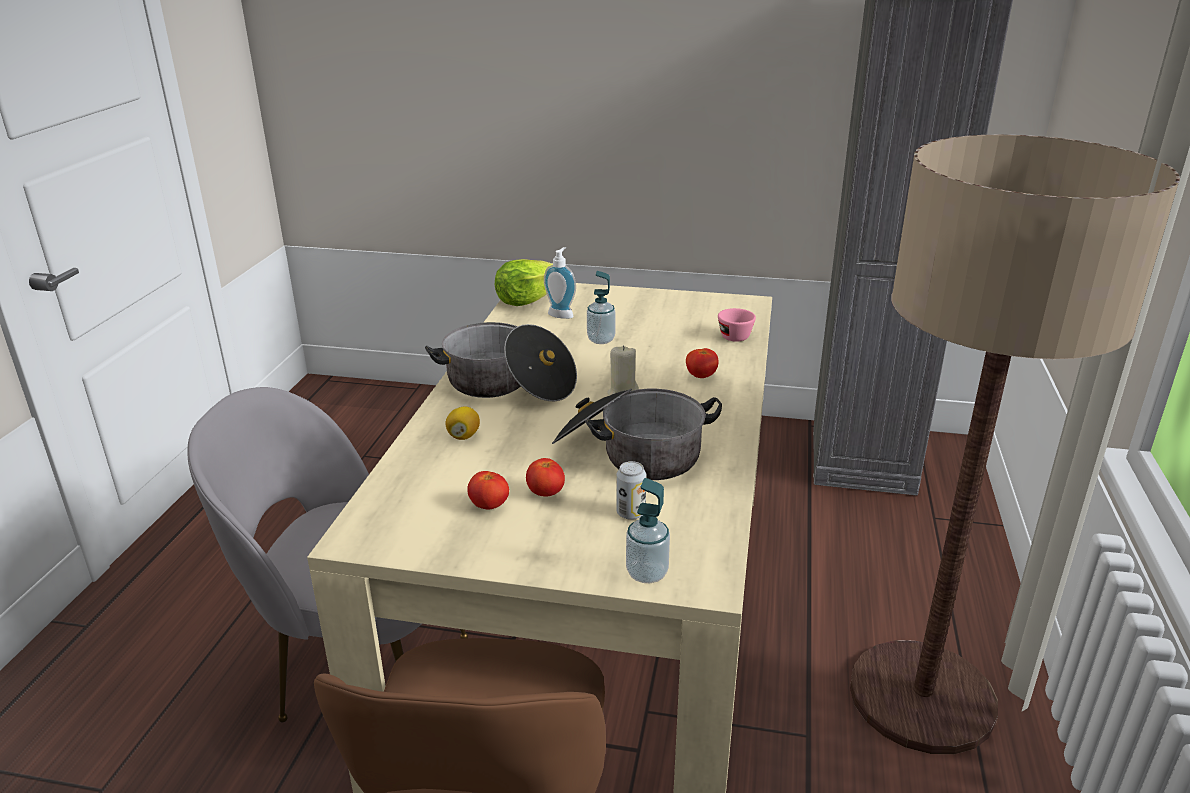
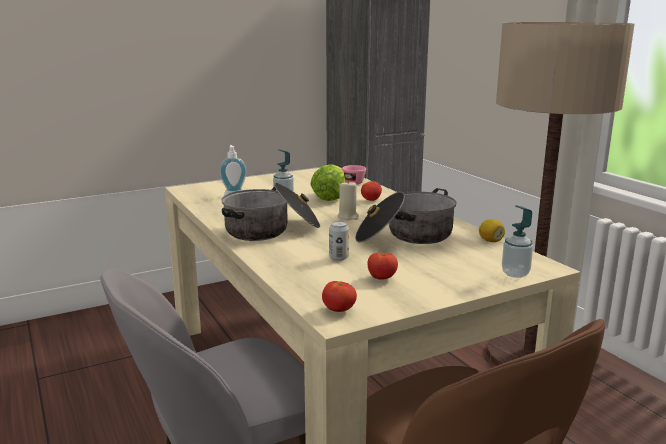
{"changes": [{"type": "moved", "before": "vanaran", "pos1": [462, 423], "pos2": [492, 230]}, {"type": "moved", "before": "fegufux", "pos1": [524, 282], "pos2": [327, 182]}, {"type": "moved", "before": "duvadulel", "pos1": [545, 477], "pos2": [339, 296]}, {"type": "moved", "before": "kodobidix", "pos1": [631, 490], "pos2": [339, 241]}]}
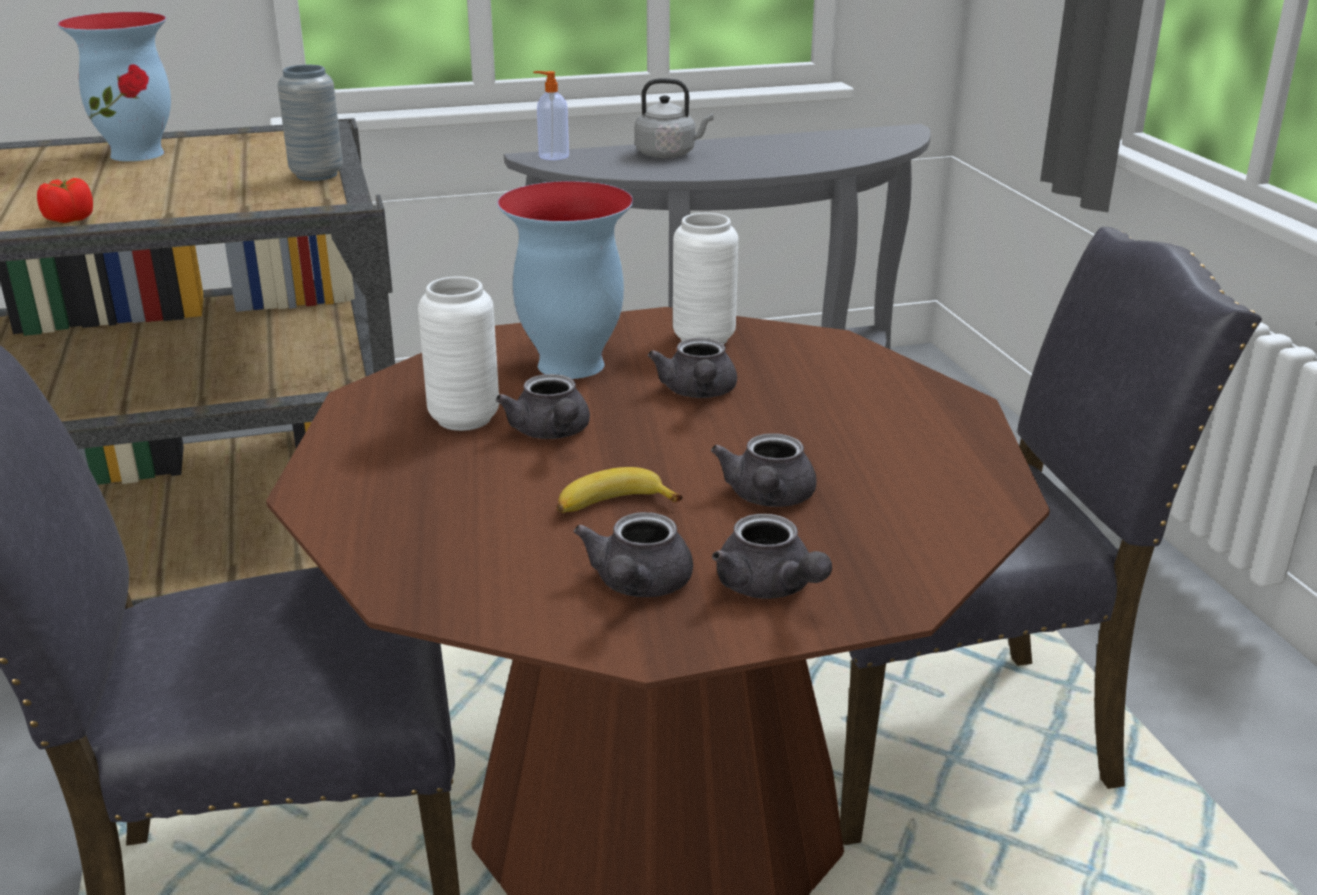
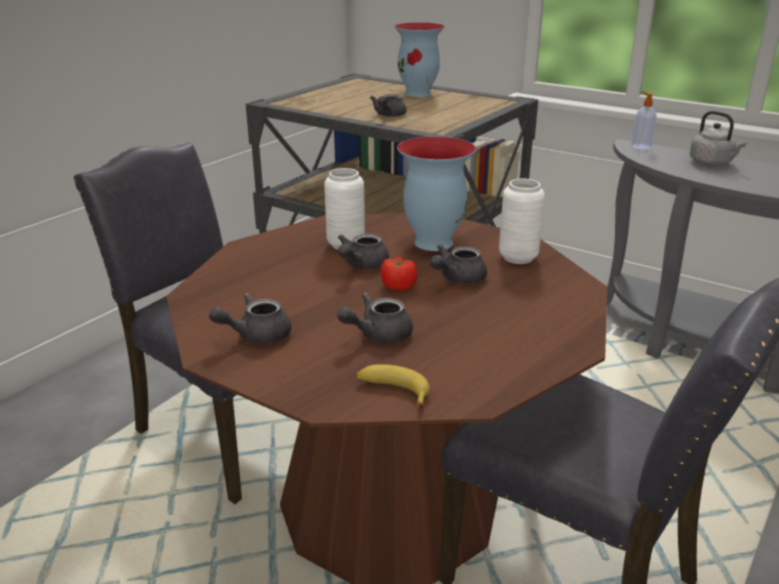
{"changes": [{"type": "removed", "before": "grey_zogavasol", "pos1": [310, 123]}, {"type": "moved", "before": "duvadulel", "pos1": [65, 200], "pos2": [398, 274]}, {"type": "moved", "before": "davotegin", "pos1": [619, 490], "pos2": [393, 386]}, {"type": "moved", "before": "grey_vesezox", "pos1": [772, 556], "pos2": [388, 105]}]}
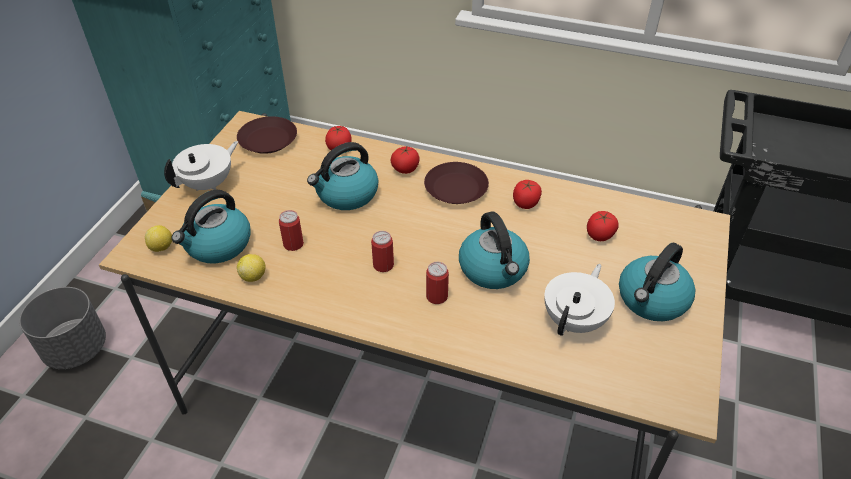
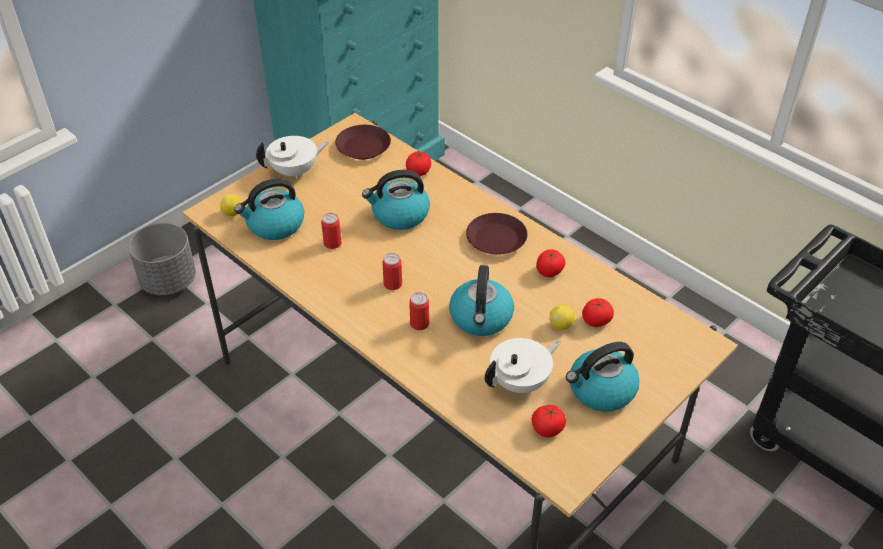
{"changes": [{"type": "moved", "before": "vanaran", "pos1": [251, 268], "pos2": [562, 317]}, {"type": "moved", "before": "duvadulel", "pos1": [405, 160], "pos2": [549, 421]}]}
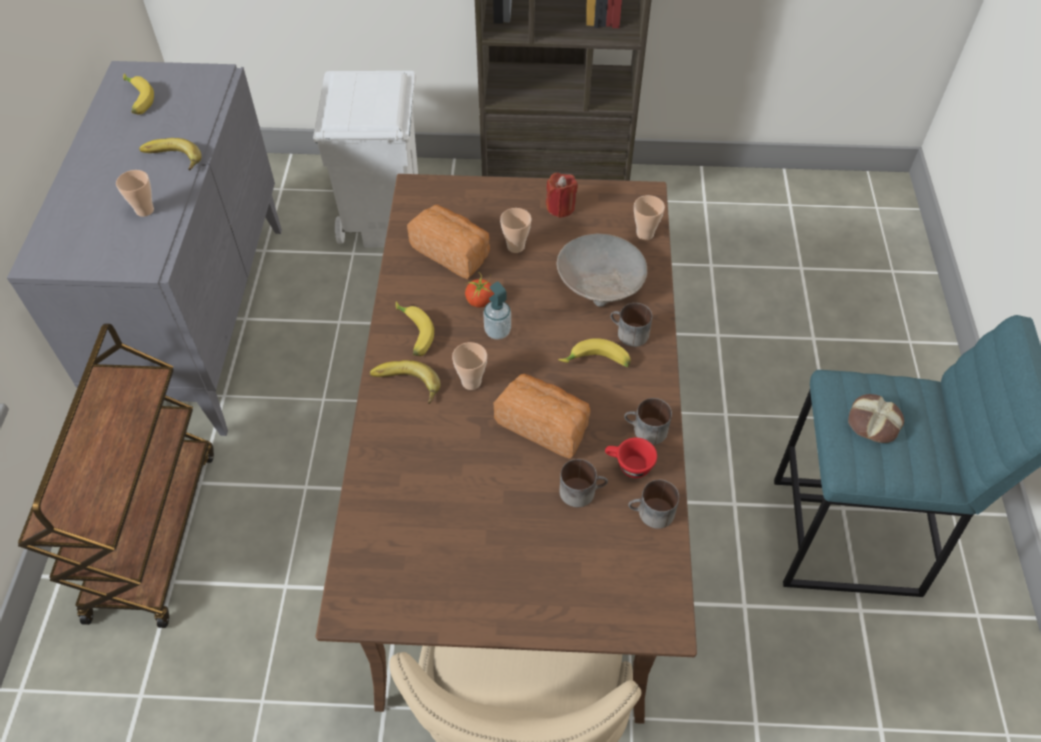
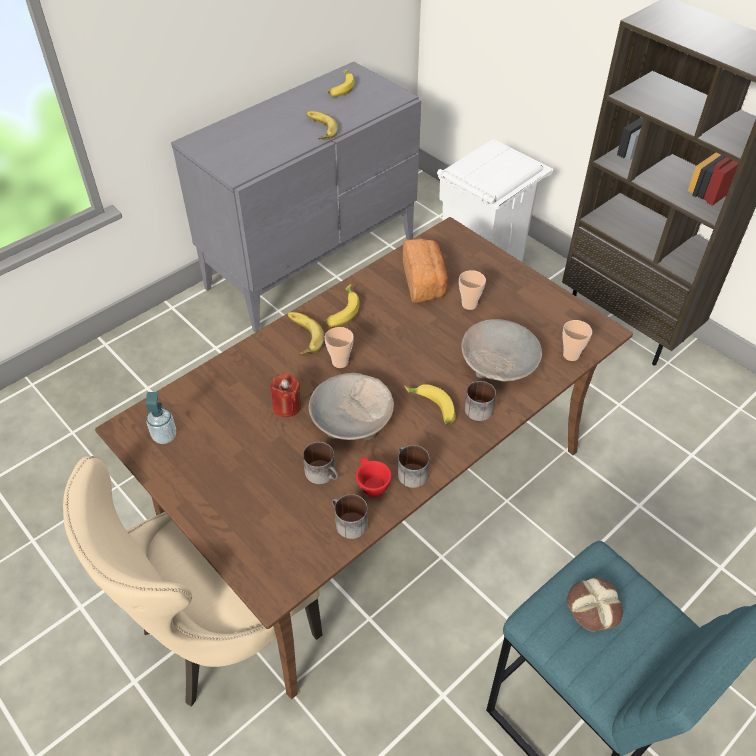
{"changes": [{"type": "removed", "before": "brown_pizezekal", "pos1": [116, 476]}, {"type": "removed", "before": "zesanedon", "pos1": [135, 193]}, {"type": "removed", "before": "duvadulel", "pos1": [479, 290]}, {"type": "moved", "before": "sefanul", "pos1": [497, 310], "pos2": [161, 418]}, {"type": "moved", "before": "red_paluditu", "pos1": [562, 195], "pos2": [285, 395]}, {"type": "replaced", "before": "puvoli", "after": "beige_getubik", "pos1": [542, 416], "pos2": [351, 406]}]}
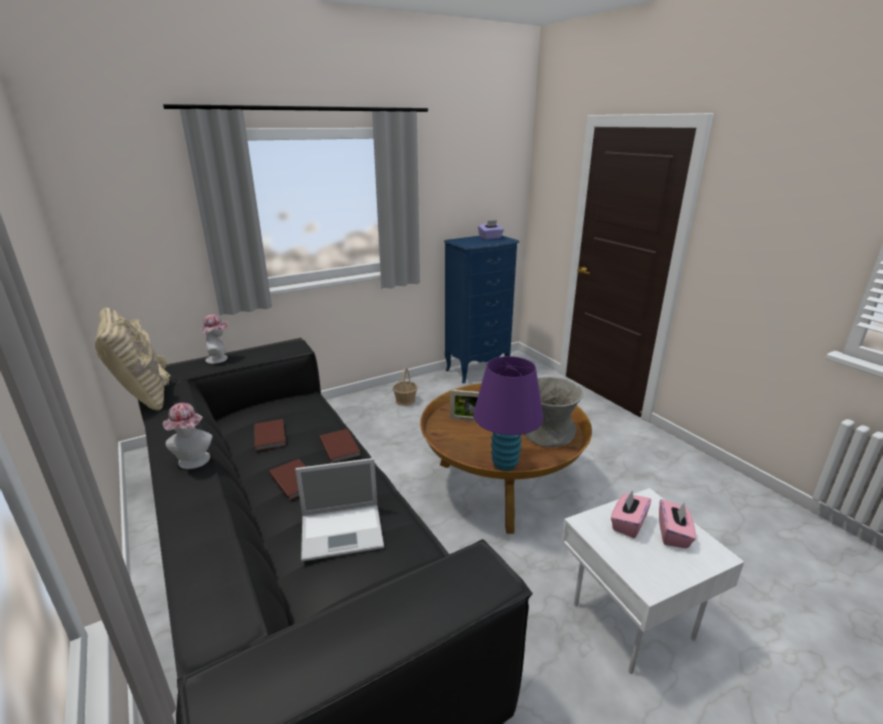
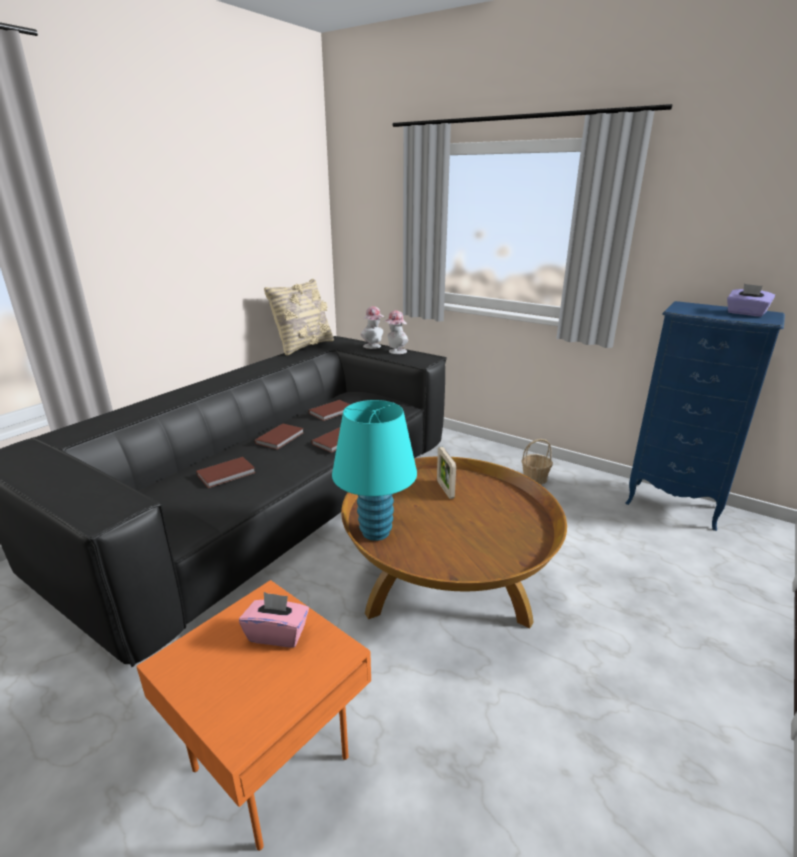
{"changes": [{"type": "removed", "before": "grey_zogavasol", "pos1": [553, 412]}, {"type": "removed", "before": "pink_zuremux", "pos1": [677, 524]}, {"type": "moved", "before": "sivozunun", "pos1": [188, 436], "pos2": [396, 332]}, {"type": "replaced", "before": "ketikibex", "after": "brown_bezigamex", "pos1": [339, 510], "pos2": [226, 472]}, {"type": "recoloured", "before": "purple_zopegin", "after": "turquoise_zopegin", "pos1": [508, 413], "pos2": [374, 470]}, {"type": "recoloured", "before": "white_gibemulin", "after": "orange_gibemulin", "pos1": [652, 581], "pos2": [254, 715]}]}
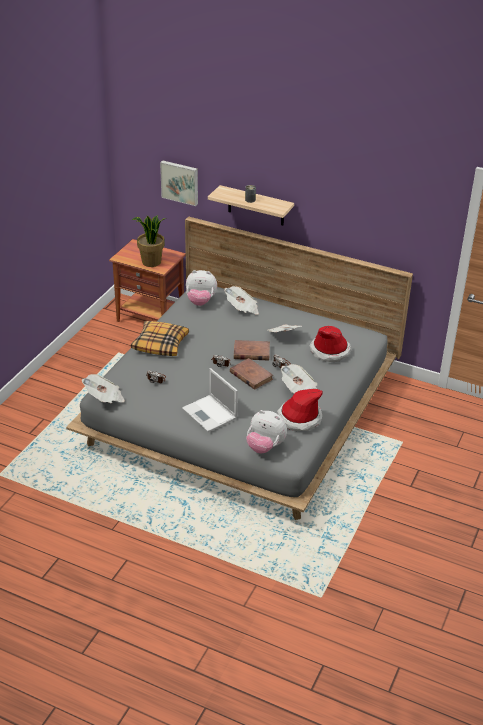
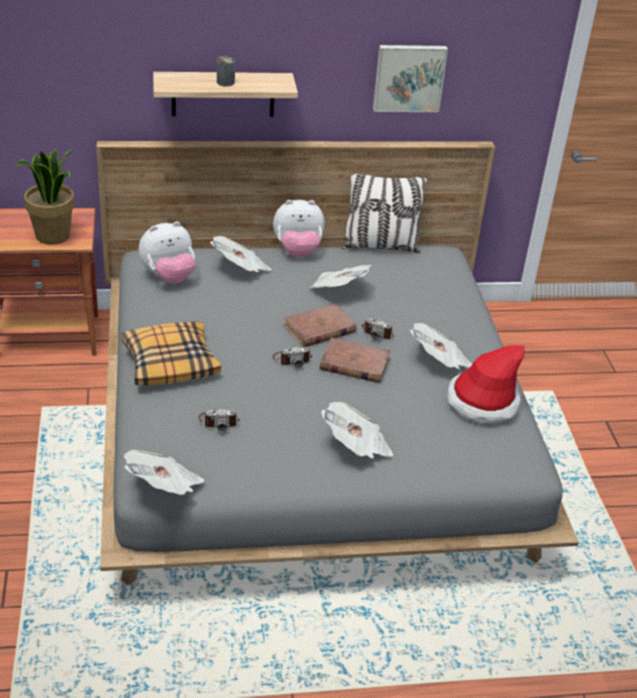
{"changes": [{"type": "removed", "before": "sivozunun", "pos1": [330, 344]}, {"type": "added", "after": "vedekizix", "pos2": [384, 213]}, {"type": "moved", "before": "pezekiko", "pos1": [179, 183], "pos2": [410, 78]}, {"type": "moved", "before": "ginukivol", "pos1": [266, 432], "pos2": [298, 228]}, {"type": "replaced", "before": "ketikibex", "after": "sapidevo", "pos1": [210, 400], "pos2": [357, 430]}]}
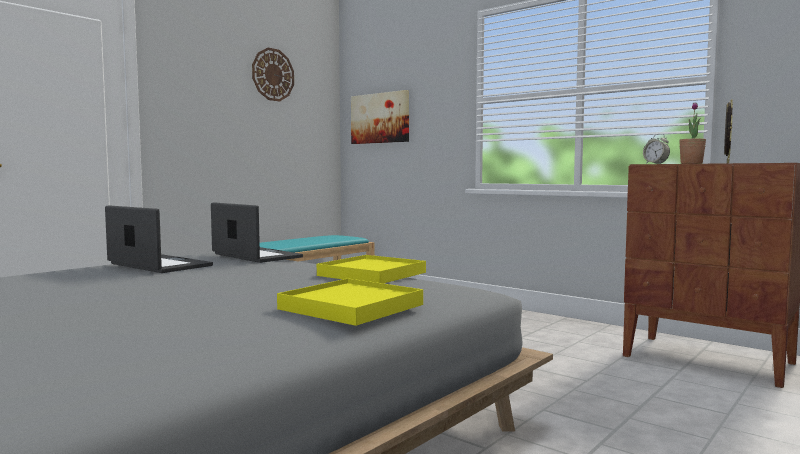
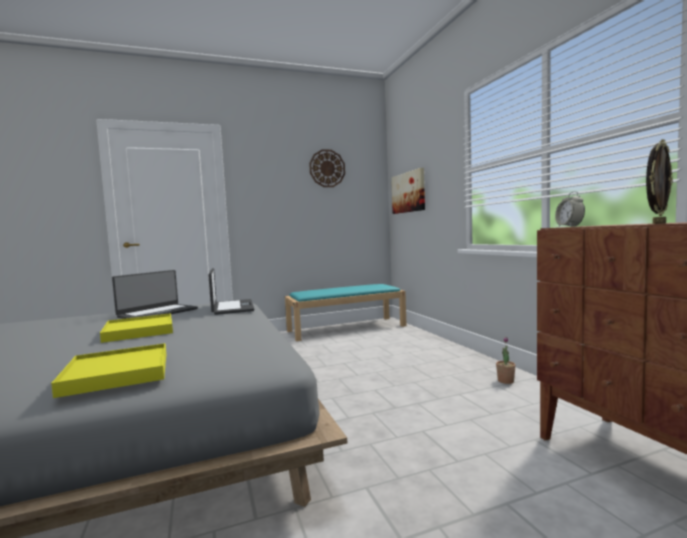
{"changes": [{"type": "moved", "before": "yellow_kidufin", "pos1": [371, 269], "pos2": [136, 328]}, {"type": "moved", "before": "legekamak", "pos1": [692, 133], "pos2": [506, 360]}, {"type": "turned", "before": "ketikibex", "pos1": [159, 239], "pos2": [155, 294], "turn": 60}]}
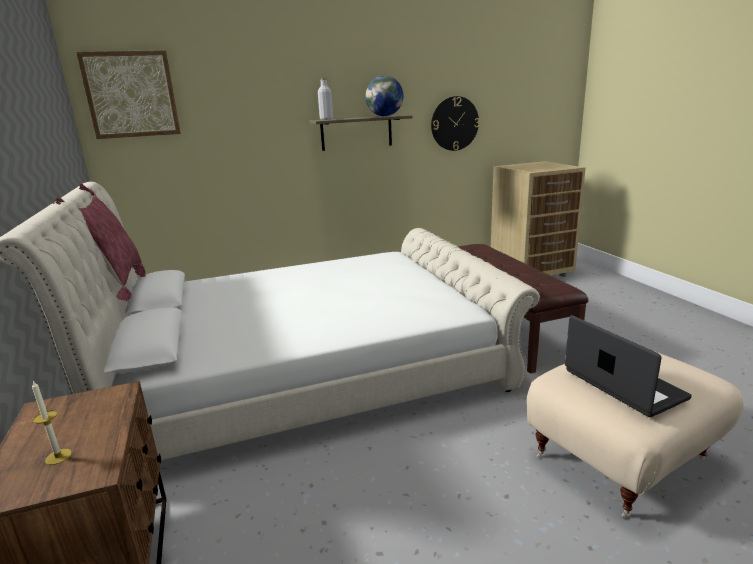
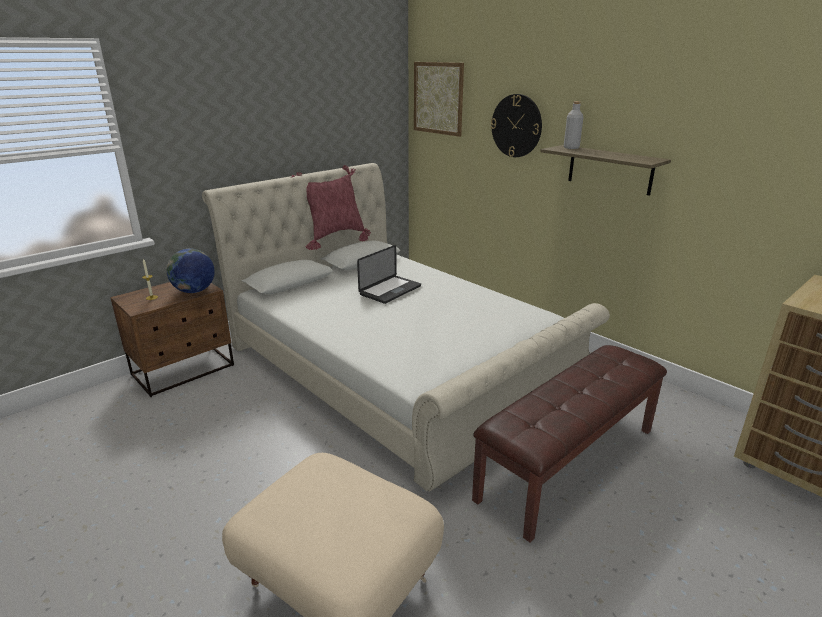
{"changes": [{"type": "moved", "before": "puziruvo", "pos1": [384, 96], "pos2": [191, 271]}, {"type": "moved", "before": "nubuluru", "pos1": [455, 123], "pos2": [516, 125]}, {"type": "moved", "before": "ketikibex", "pos1": [628, 366], "pos2": [389, 274]}]}
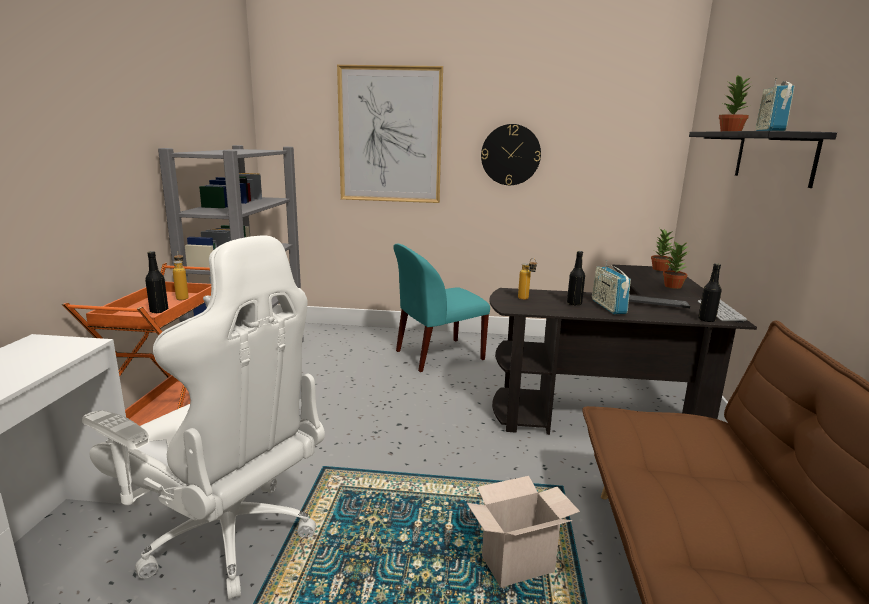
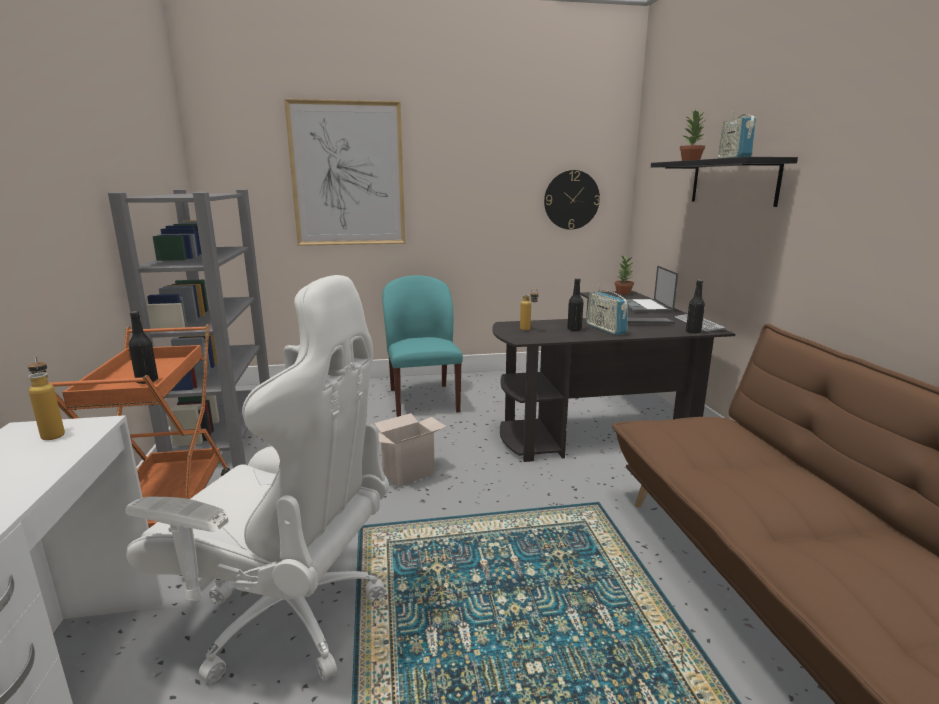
{"changes": [{"type": "moved", "before": "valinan", "pos1": [181, 275], "pos2": [46, 397]}, {"type": "moved", "before": "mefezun", "pos1": [523, 531], "pos2": [410, 450]}, {"type": "moved", "before": "nubuluru", "pos1": [511, 154], "pos2": [572, 200]}, {"type": "replaced", "before": "legekamak", "after": "ketikibex", "pos1": [675, 265], "pos2": [652, 289]}, {"type": "turned", "before": "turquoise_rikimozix", "pos1": [441, 308], "pos2": [422, 346], "turn": 120}]}
